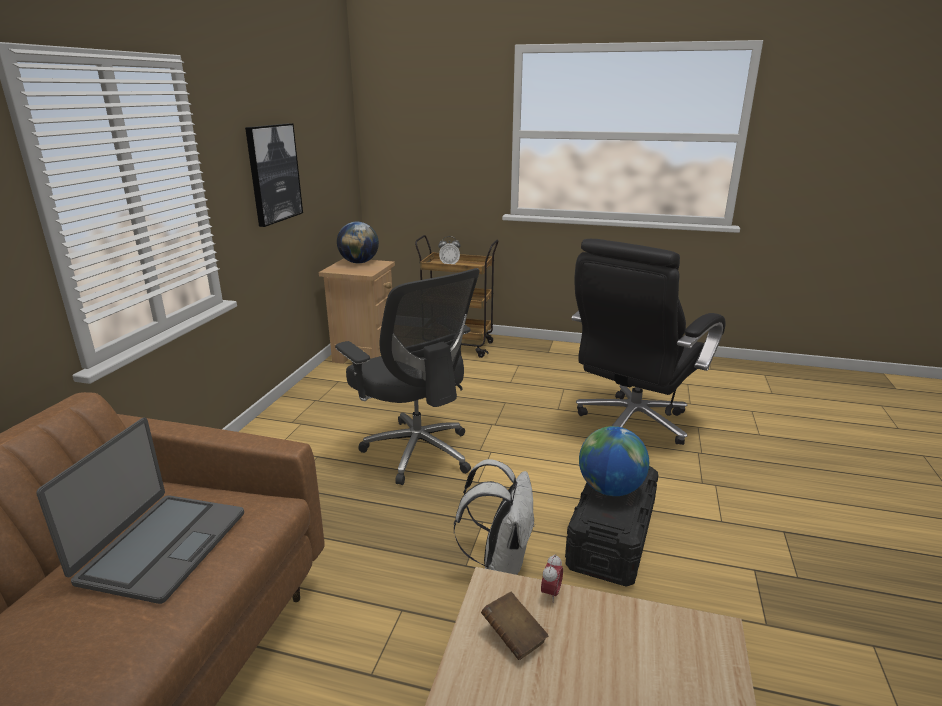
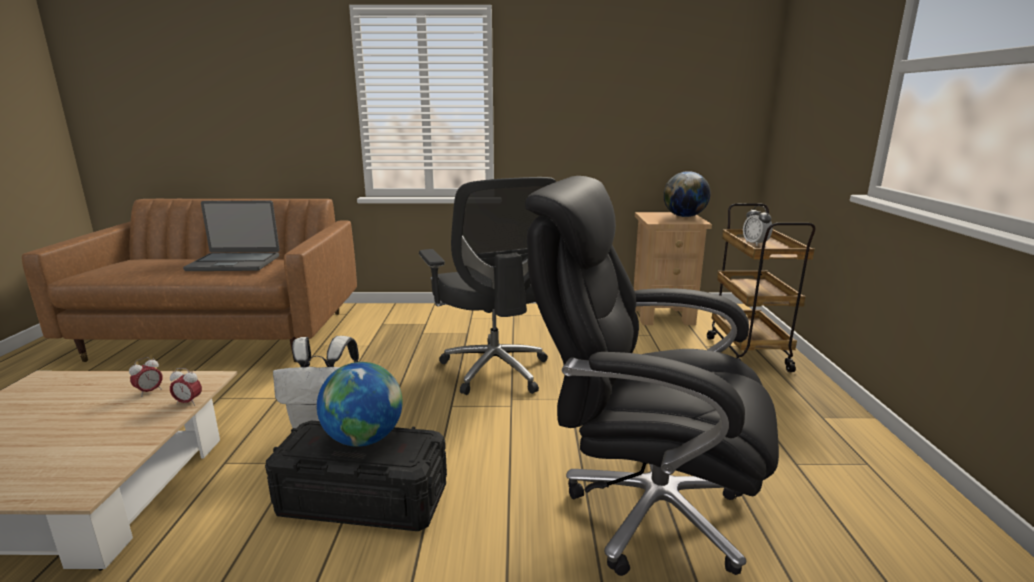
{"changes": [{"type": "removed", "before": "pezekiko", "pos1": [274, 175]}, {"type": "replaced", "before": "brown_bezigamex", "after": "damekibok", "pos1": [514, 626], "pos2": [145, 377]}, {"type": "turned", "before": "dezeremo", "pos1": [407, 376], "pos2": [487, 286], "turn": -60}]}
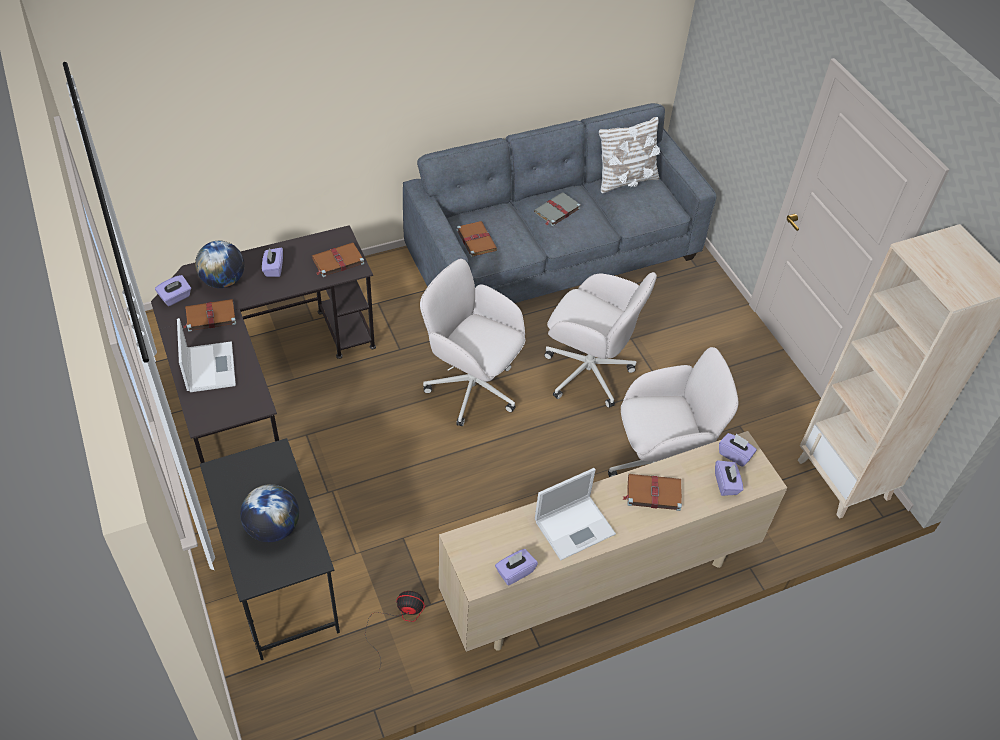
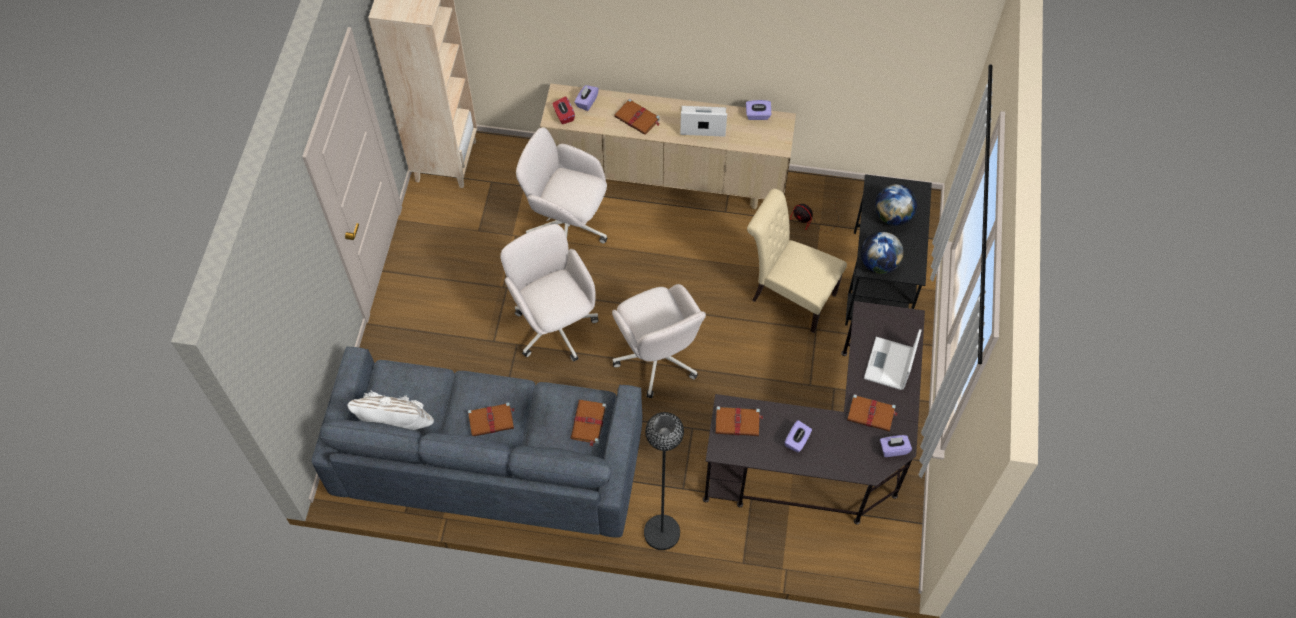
{"changes": [{"type": "added", "after": "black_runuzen", "pos2": [664, 481]}, {"type": "added", "after": "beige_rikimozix", "pos2": [797, 261]}, {"type": "moved", "before": "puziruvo", "pos1": [219, 264], "pos2": [882, 253]}, {"type": "recoloured", "before": "grey_bezigamex", "after": "brown_bezigamex", "pos1": [557, 209], "pos2": [491, 419]}, {"type": "recoloured", "before": "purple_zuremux", "after": "red_zuremux", "pos1": [738, 450], "pos2": [563, 110]}]}
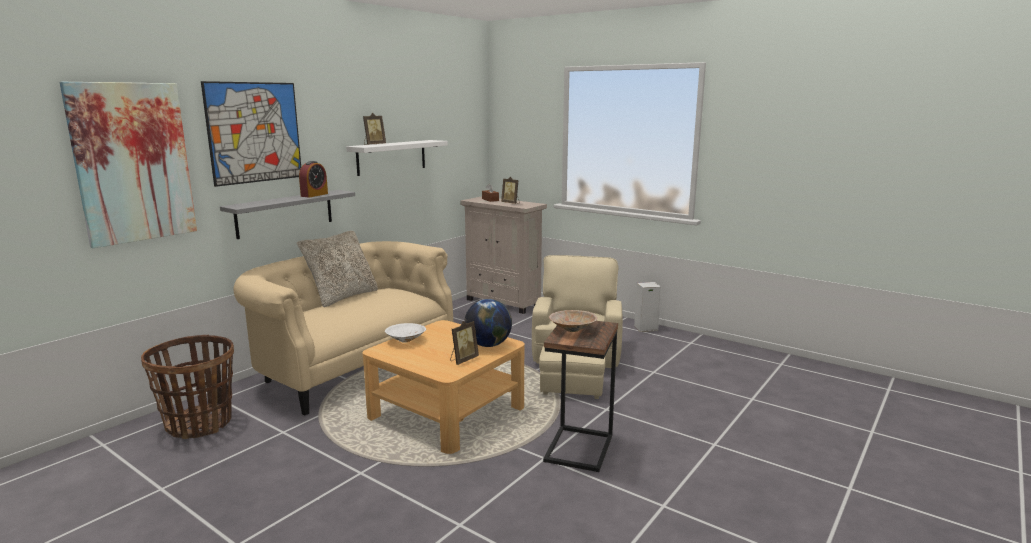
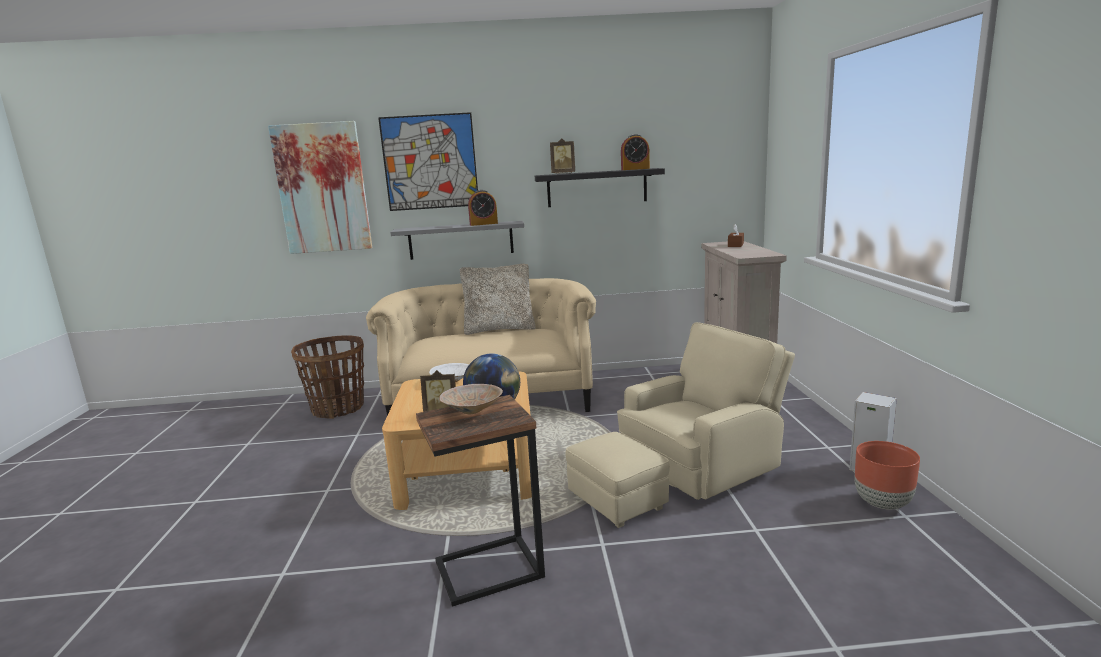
{"changes": [{"type": "removed", "before": "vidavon", "pos1": [510, 190]}, {"type": "added", "after": "damekibok", "pos2": [635, 152]}, {"type": "added", "after": "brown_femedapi", "pos2": [887, 475]}, {"type": "recoloured", "before": "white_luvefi", "after": "black_luvefi", "pos1": [397, 158], "pos2": [600, 187]}]}
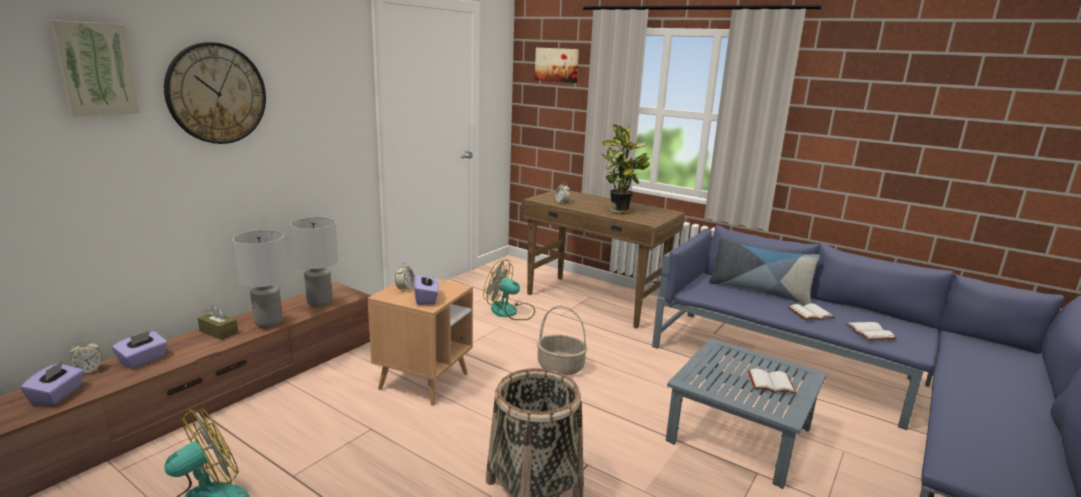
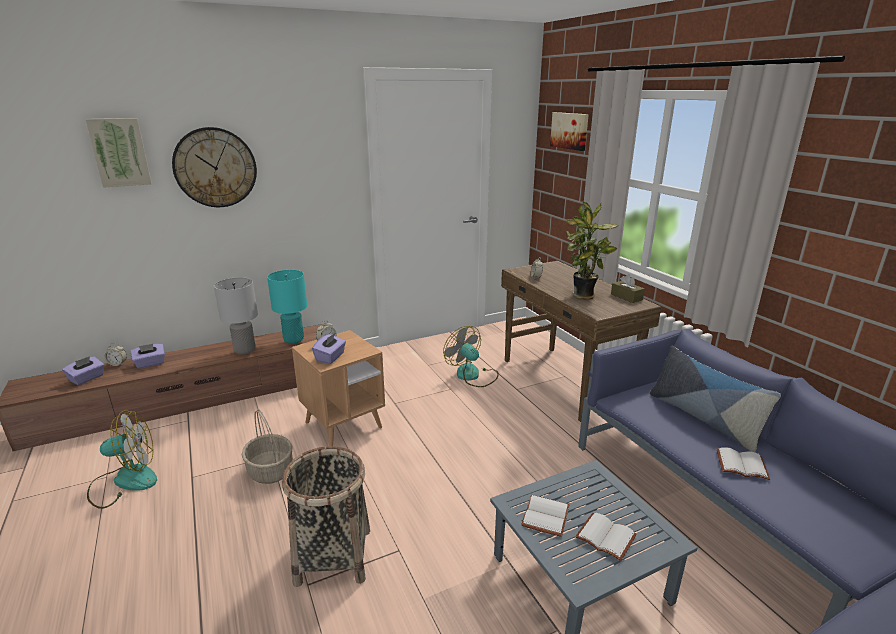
{"changes": [{"type": "moved", "before": "brown_zuremux", "pos1": [218, 322], "pos2": [628, 288]}, {"type": "moved", "before": "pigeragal", "pos1": [562, 340], "pos2": [267, 446]}, {"type": "moved", "before": "white_bezigamex", "pos1": [871, 331], "pos2": [545, 516]}, {"type": "recoloured", "before": "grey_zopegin", "after": "turquoise_zopegin", "pos1": [314, 262], "pos2": [287, 307]}]}
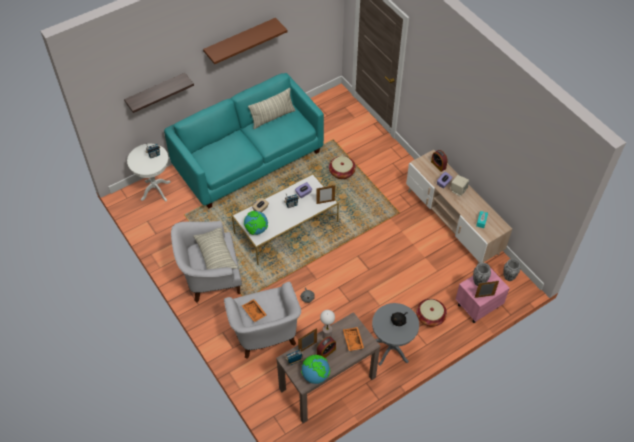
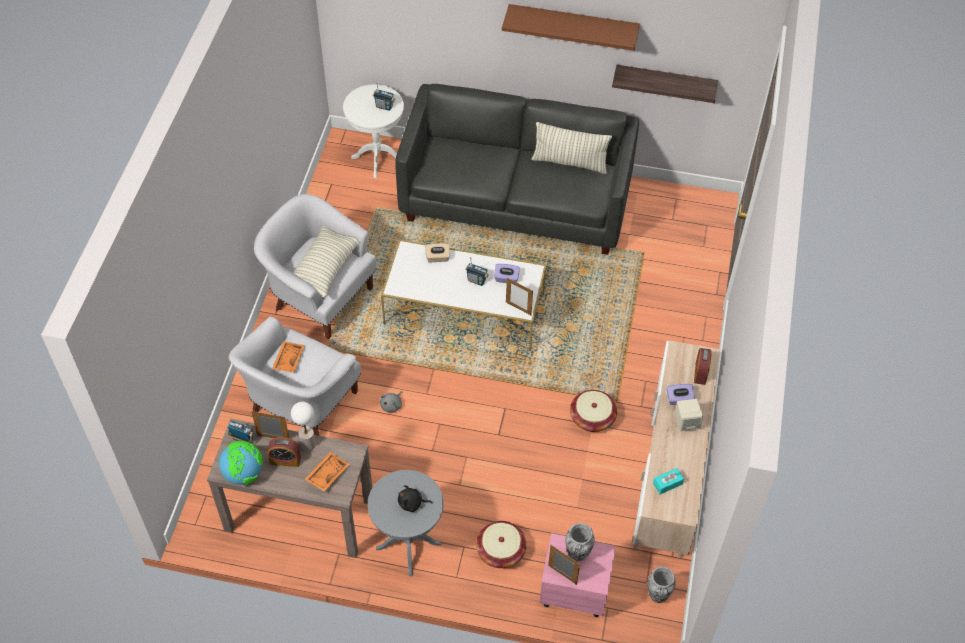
{"changes": [{"type": "removed", "before": "puziruvo", "pos1": [256, 223]}, {"type": "moved", "before": "luvefi", "pos1": [159, 93], "pos2": [665, 84]}, {"type": "moved", "before": "pigeragal", "pos1": [342, 167], "pos2": [593, 411]}, {"type": "recoloured", "before": "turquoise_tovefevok", "after": "grey_tovefevok", "pos1": [244, 141], "pos2": [517, 169]}]}
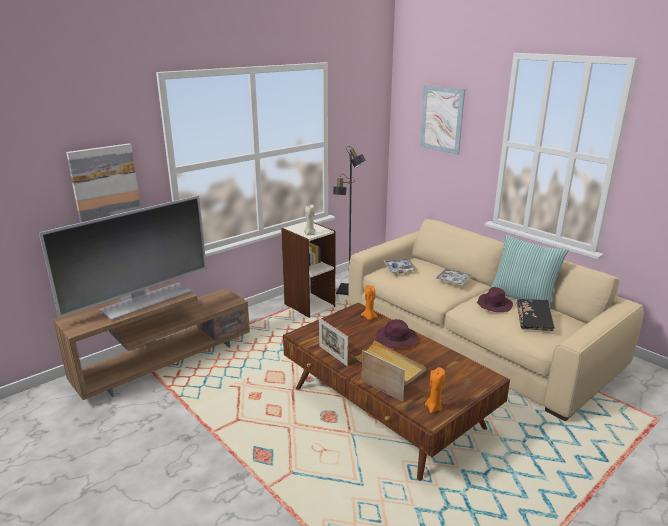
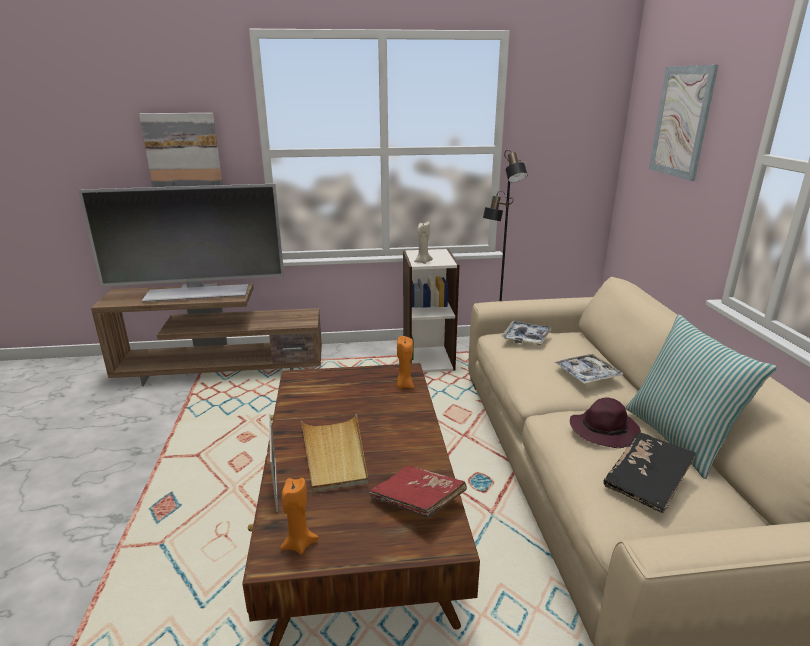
{"changes": [{"type": "removed", "before": "vidavon", "pos1": [333, 342]}, {"type": "removed", "before": "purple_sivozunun", "pos1": [397, 333]}, {"type": "added", "after": "red_bezigamex", "pos2": [418, 492]}]}
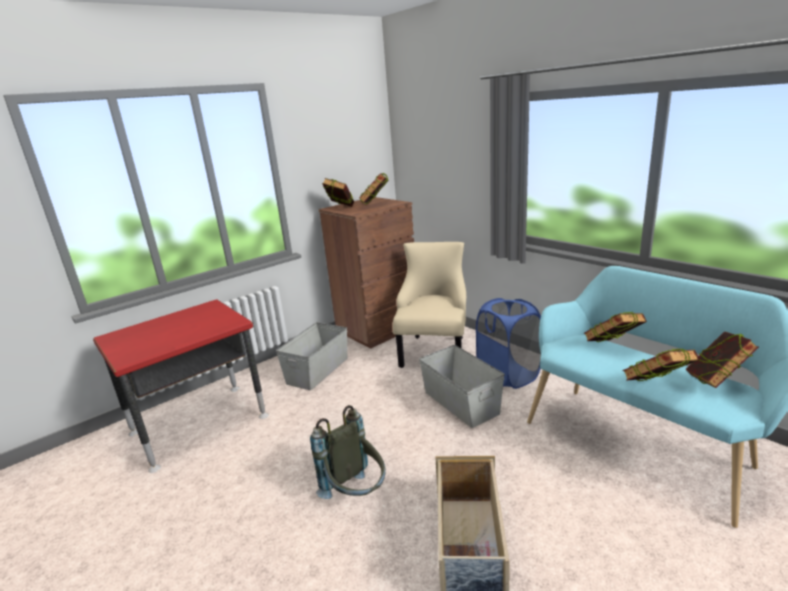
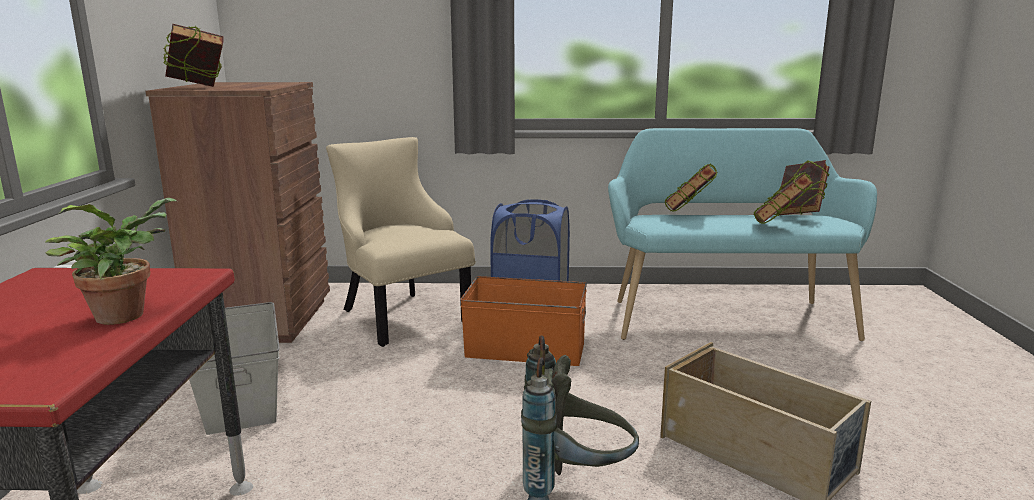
{"changes": [{"type": "removed", "before": "bezigamex", "pos1": [374, 188]}, {"type": "added", "after": "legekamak", "pos2": [111, 261]}, {"type": "recoloured", "before": "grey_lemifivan", "after": "orange_lemifivan", "pos1": [462, 386], "pos2": [523, 321]}]}
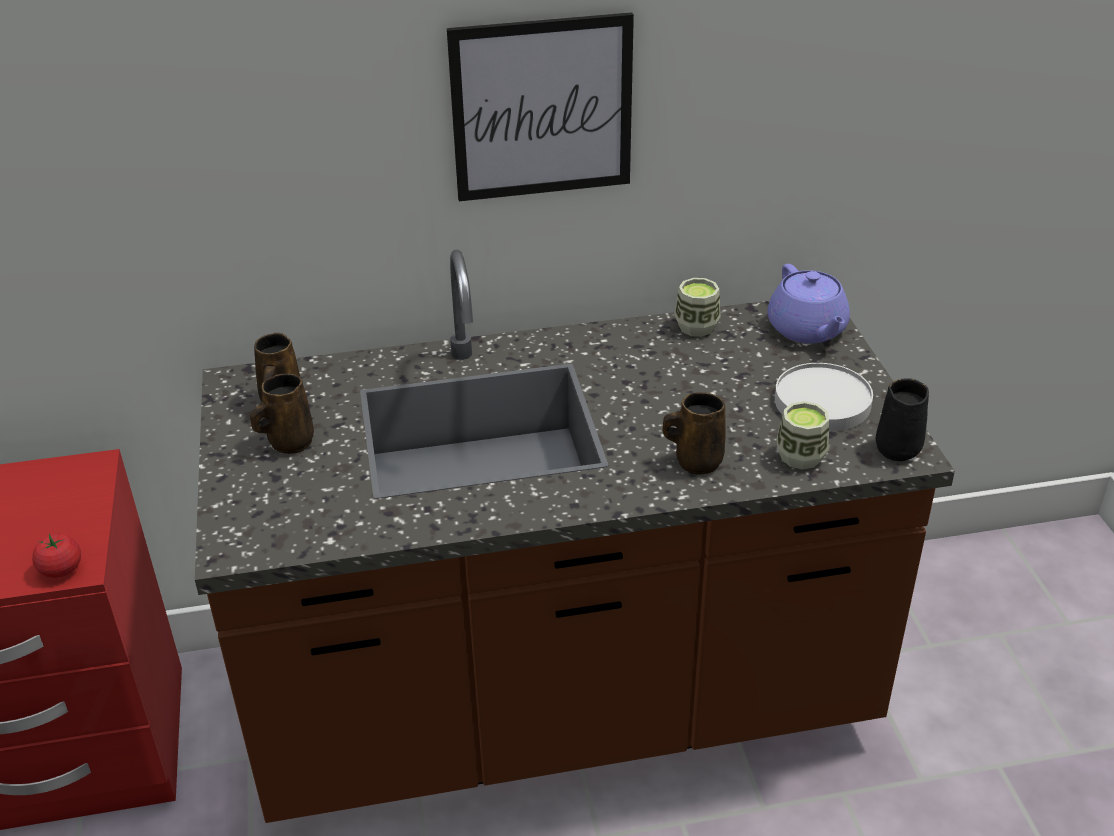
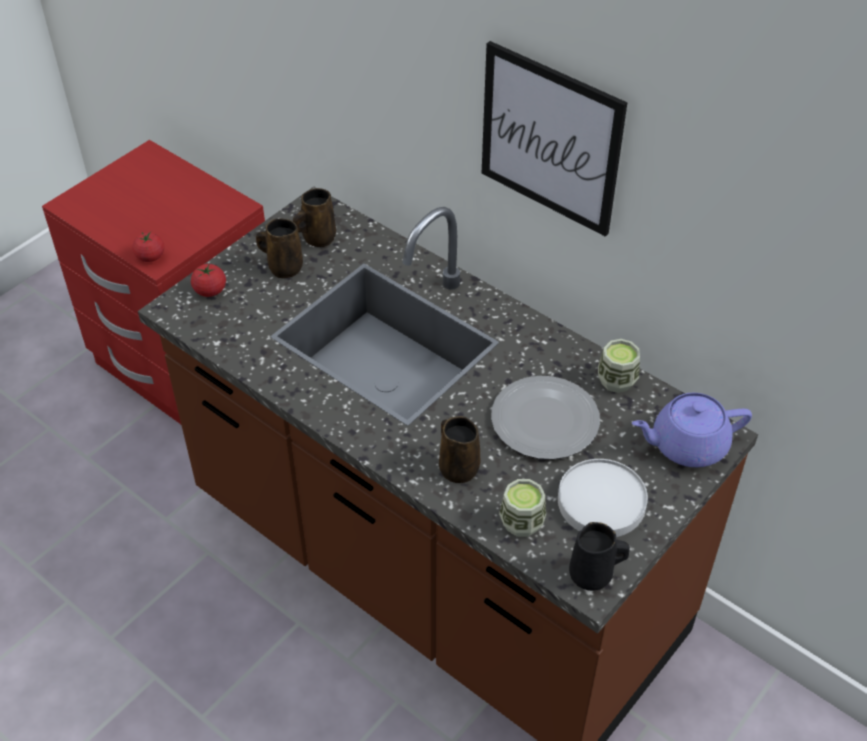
{"changes": [{"type": "added", "after": "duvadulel", "pos2": [208, 280]}, {"type": "added", "after": "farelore", "pos2": [545, 417]}, {"type": "turned", "before": "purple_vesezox", "pos1": [808, 304], "pos2": [692, 430], "turn": 45}]}
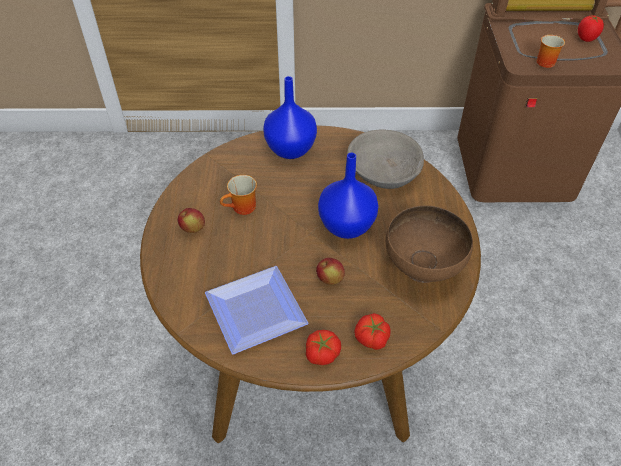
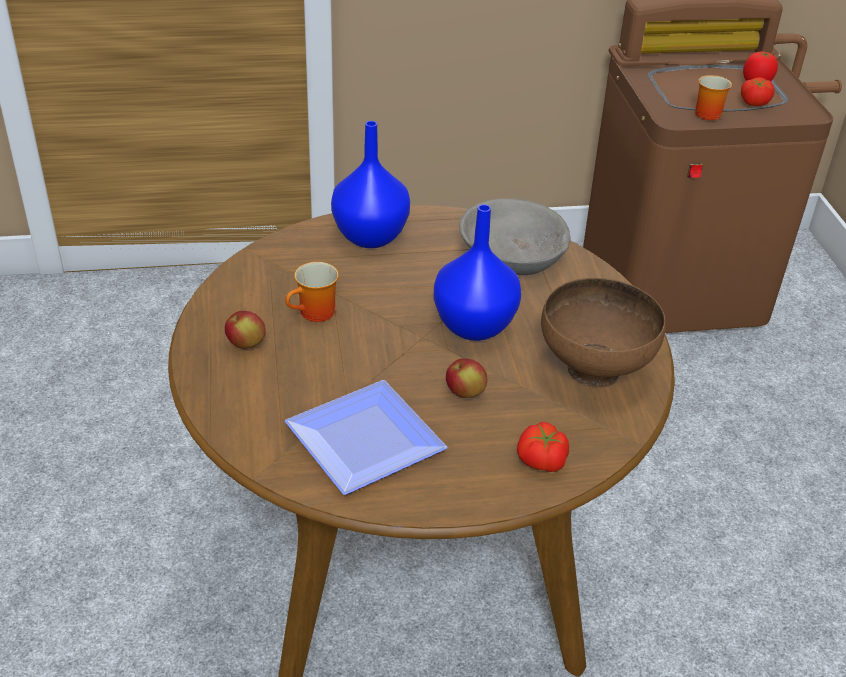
{"changes": [{"type": "moved", "before": "duvadulel", "pos1": [323, 347], "pos2": [757, 91]}]}
